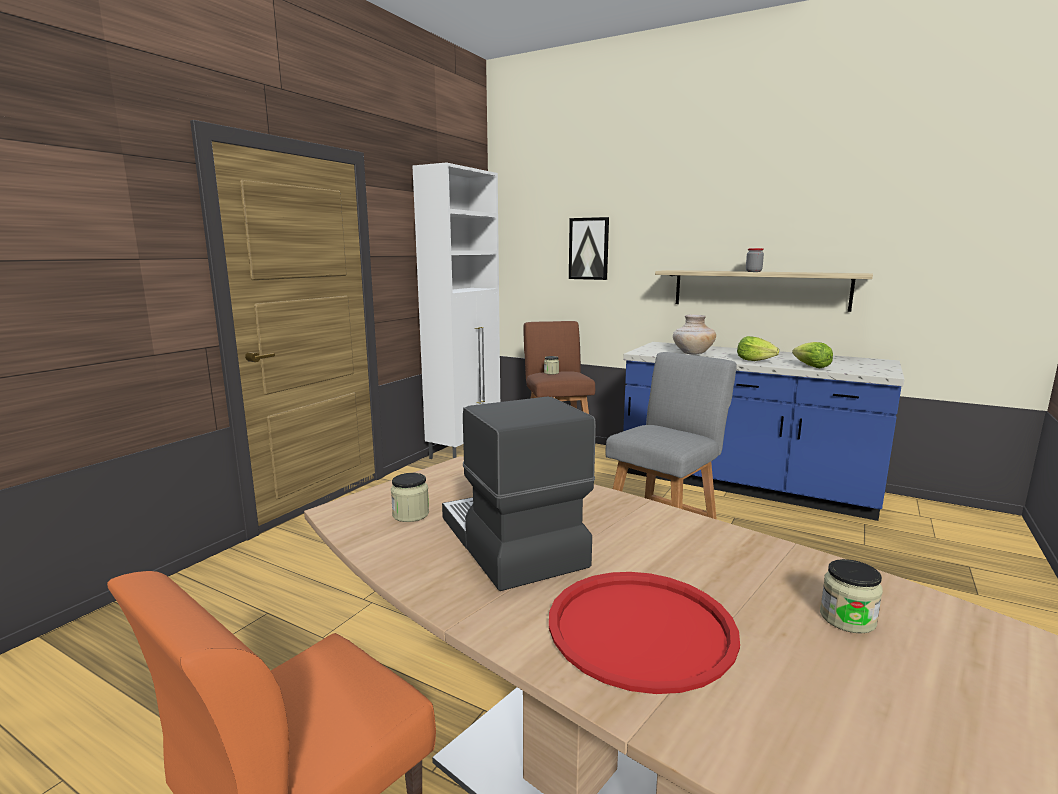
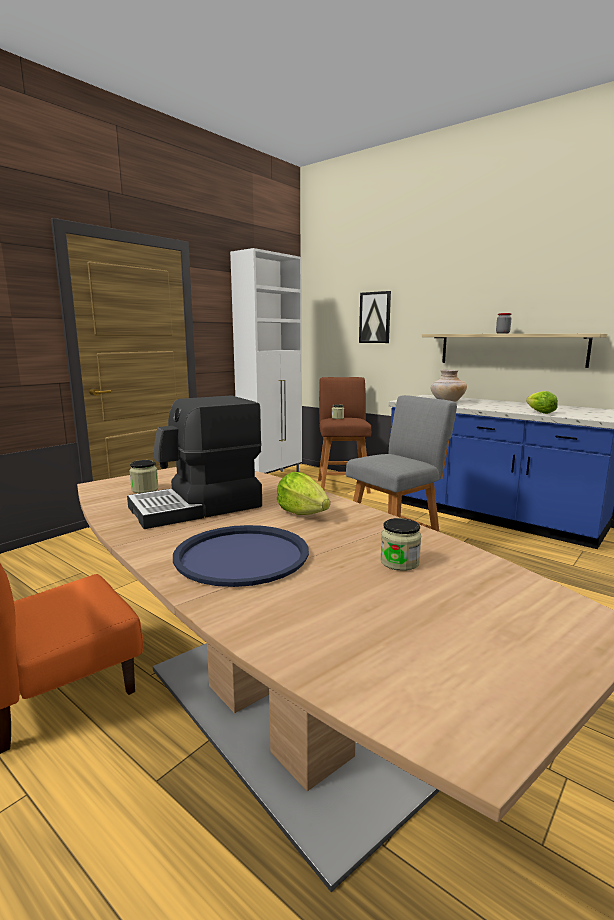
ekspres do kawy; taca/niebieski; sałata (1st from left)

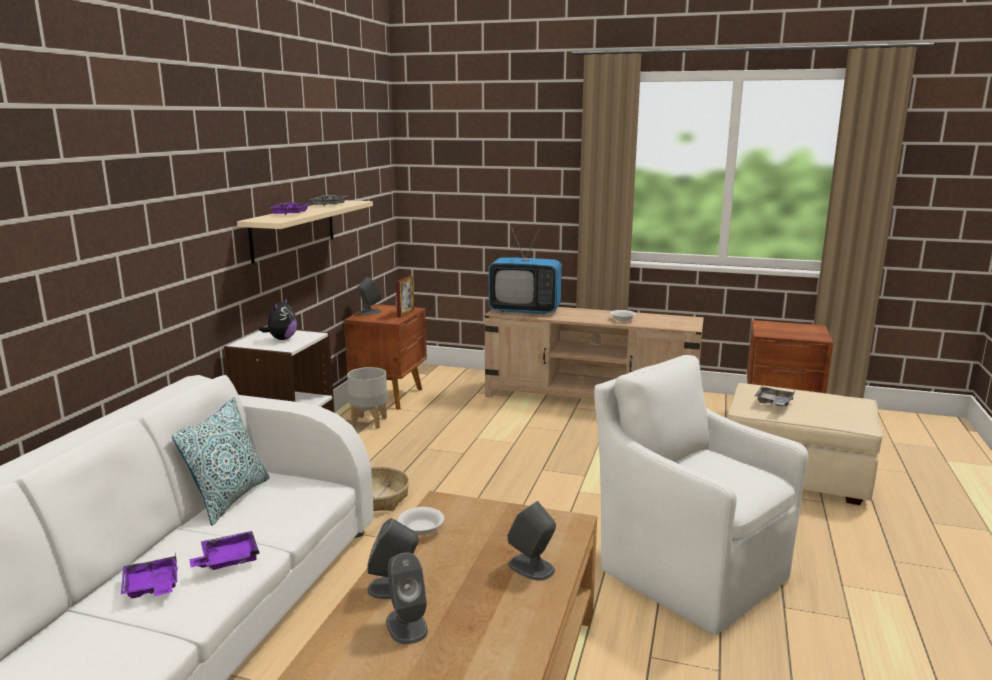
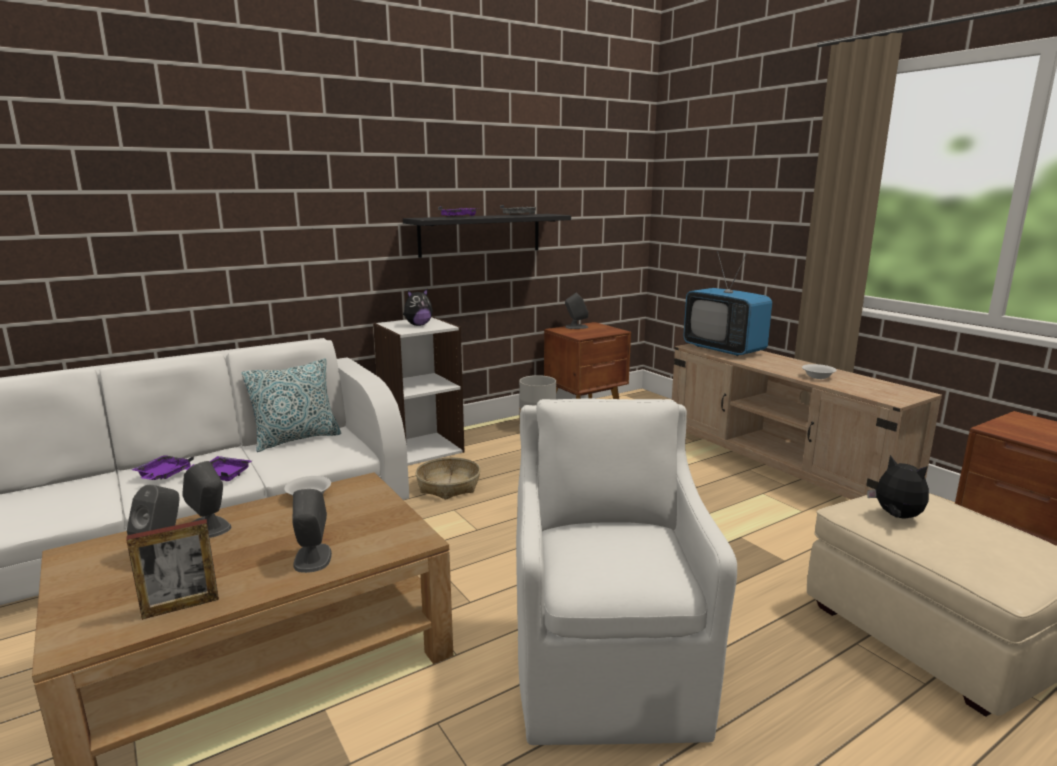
półka/czarny; ramka na zdjęcie; pluszak (2nd from left)

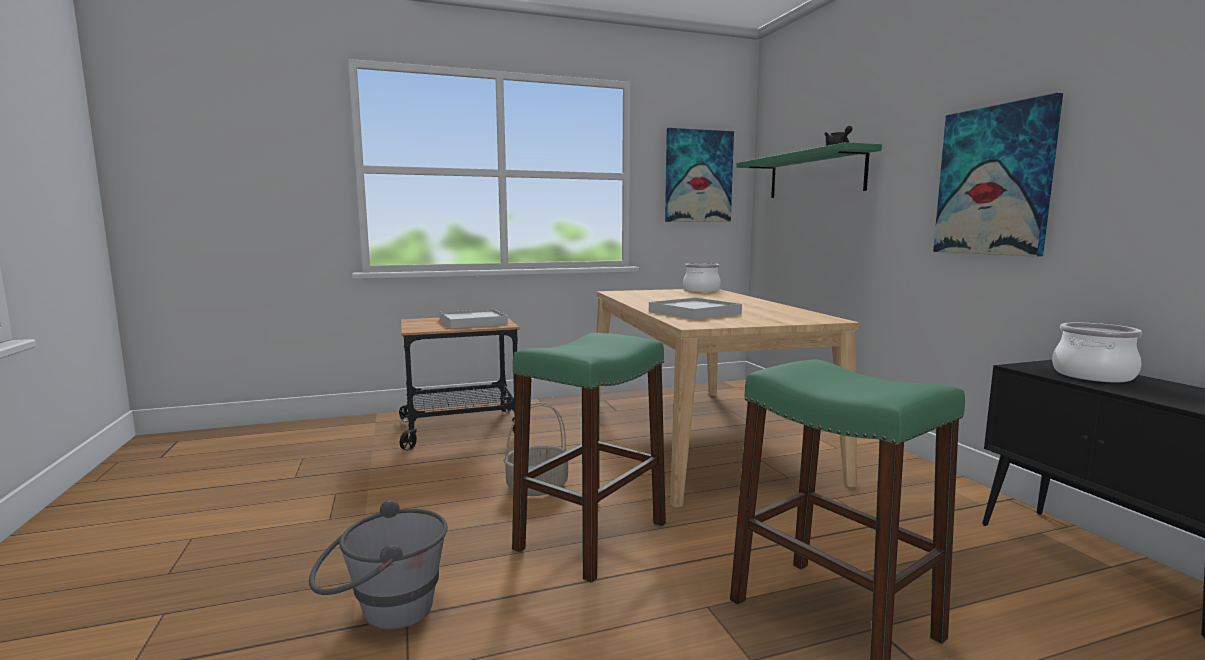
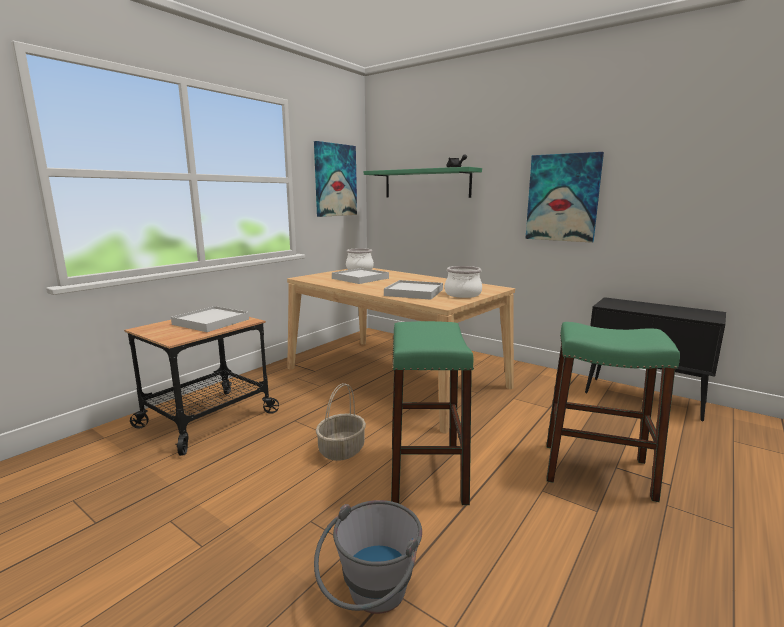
garnek (2nd from left); taca/biały (2nd from left)

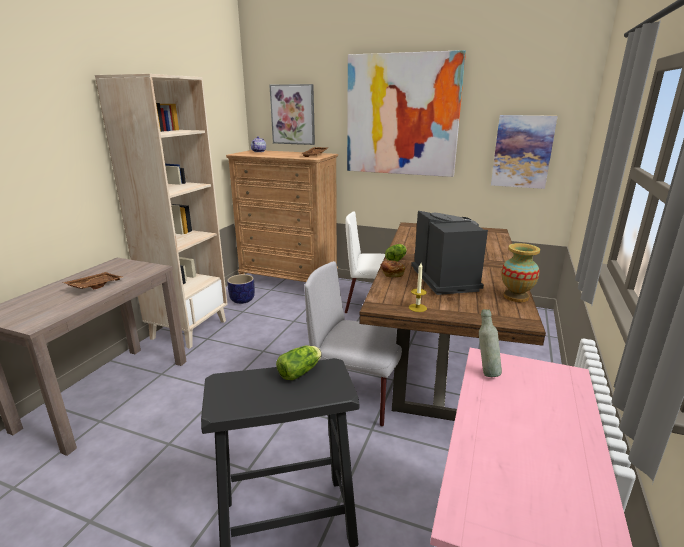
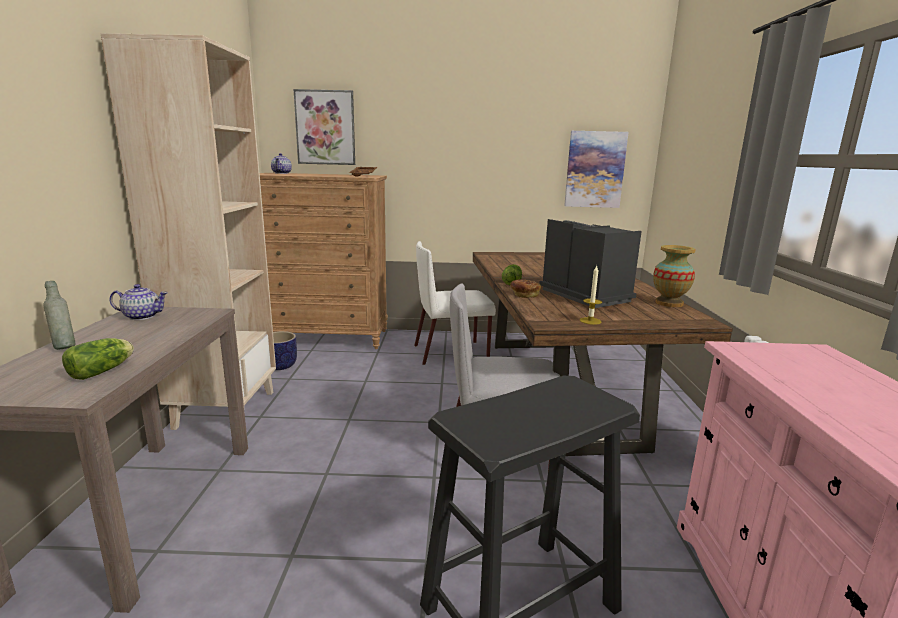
taca/brązowy (1st from left in the first image); sałata (1st from left); obraz (2nd from left in the first image); butelka/szary; imbryk (1st from left)

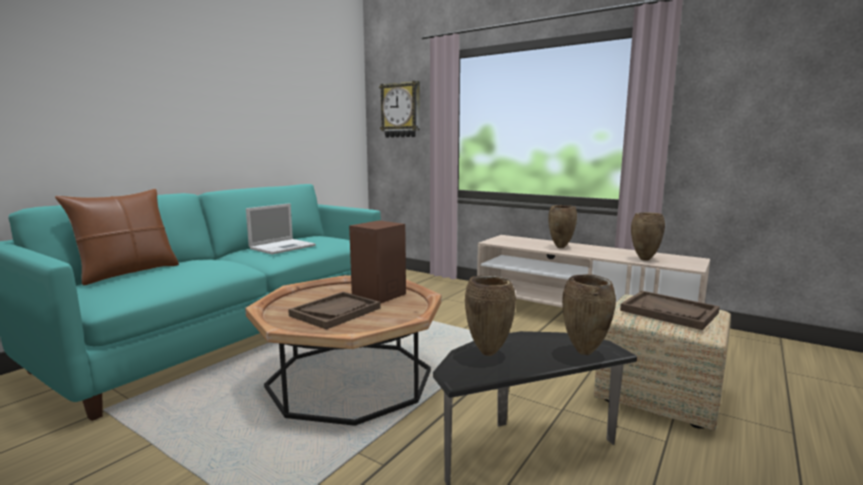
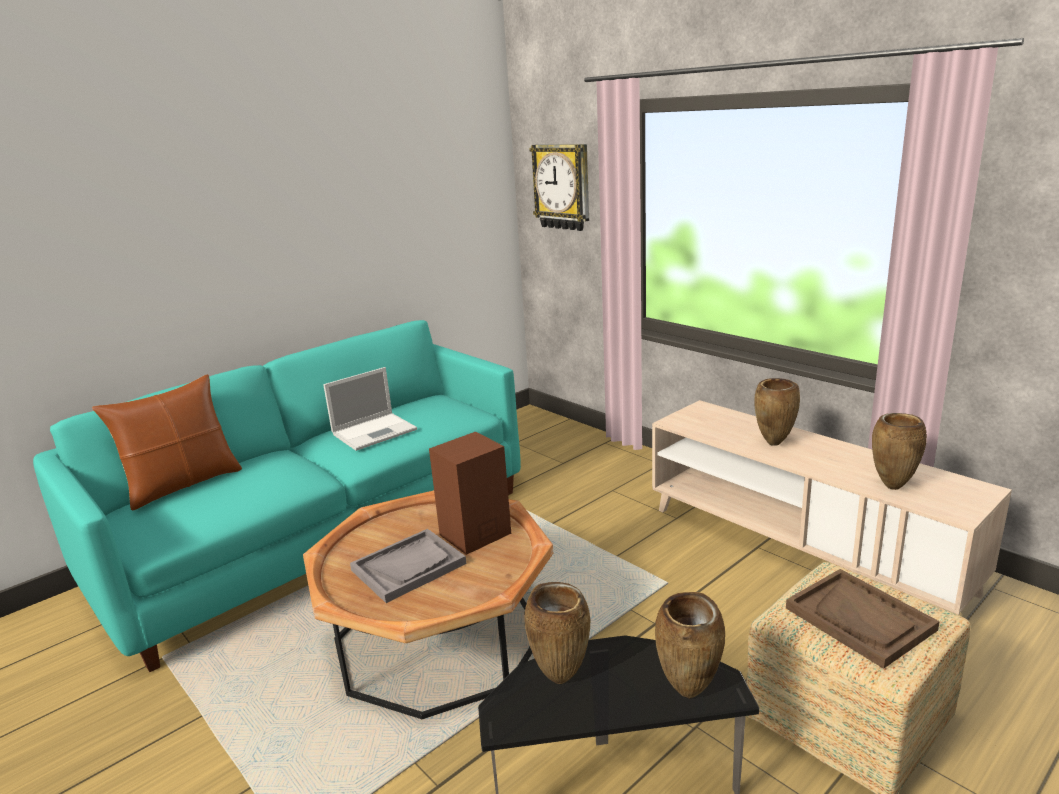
taca/szary

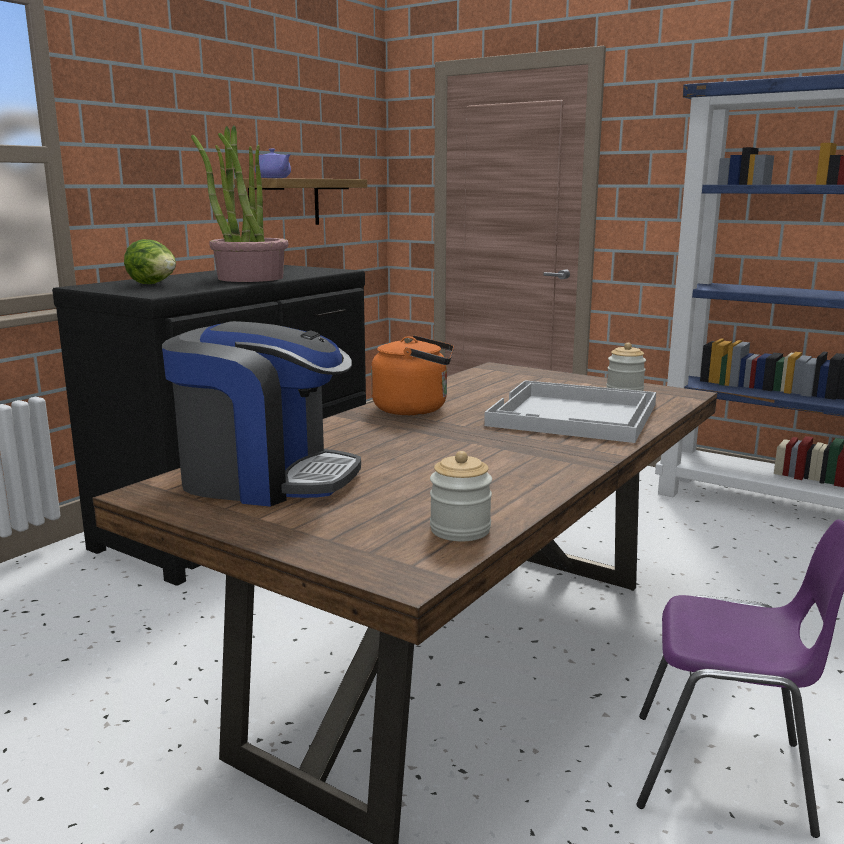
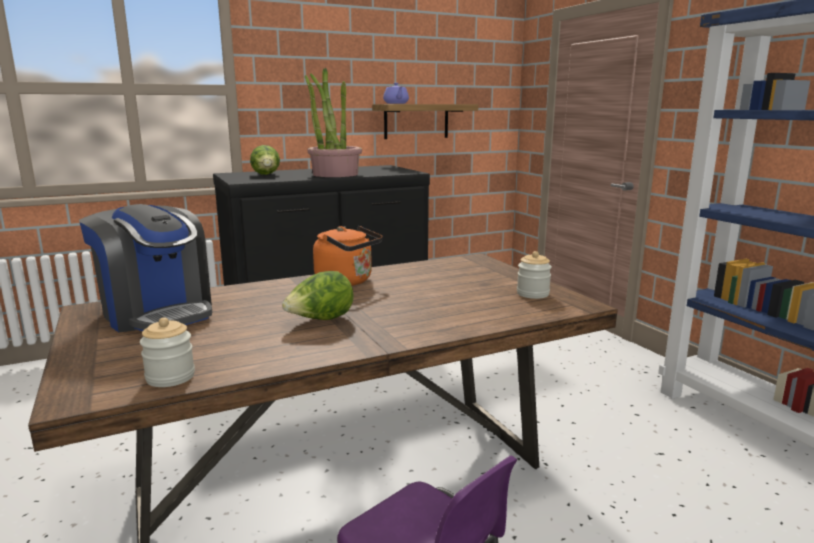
taca/biały; sałata (2nd from left)

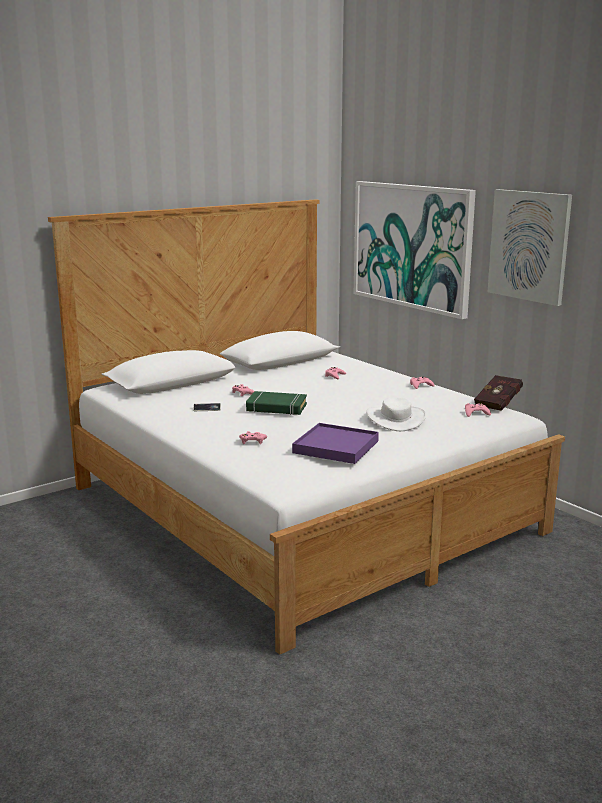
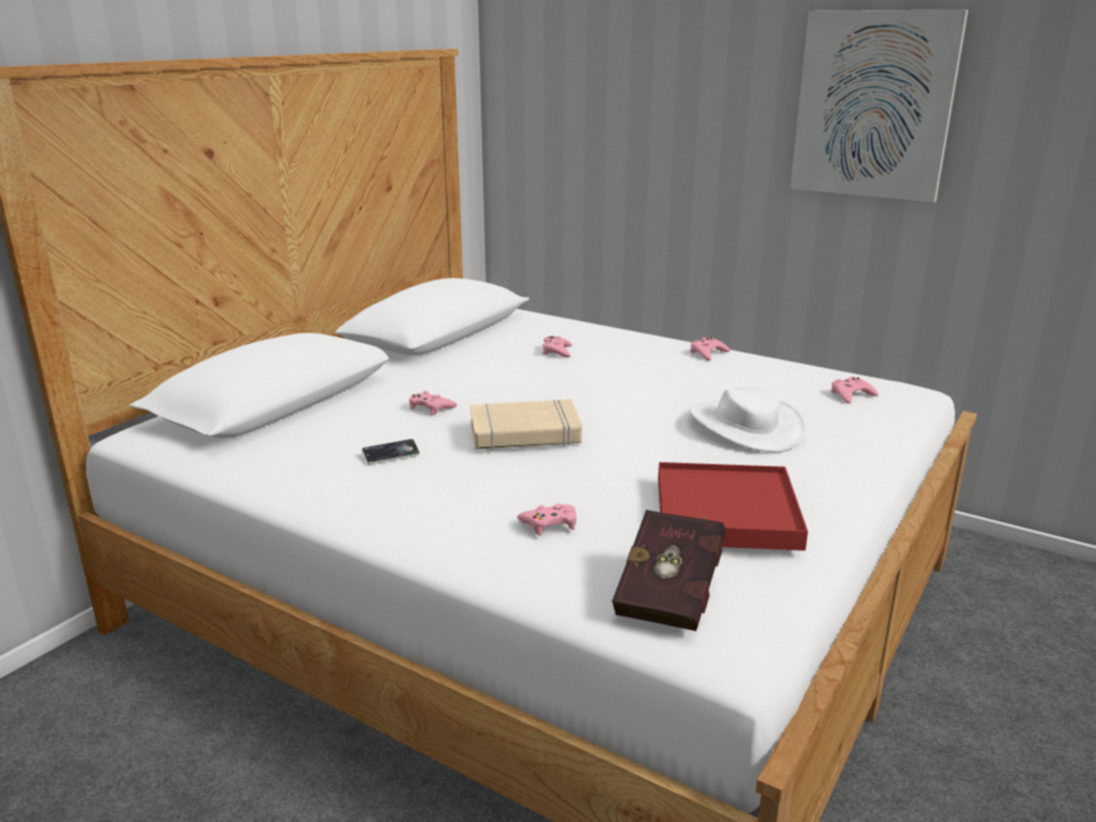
książka/beżowy; taca/czerwony; obraz (1st from left in the first image); książka/czerwony

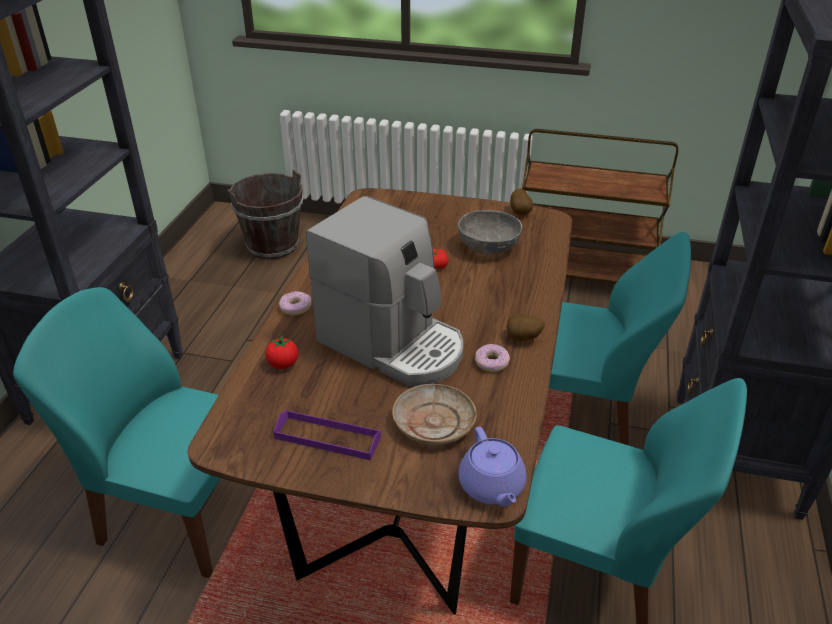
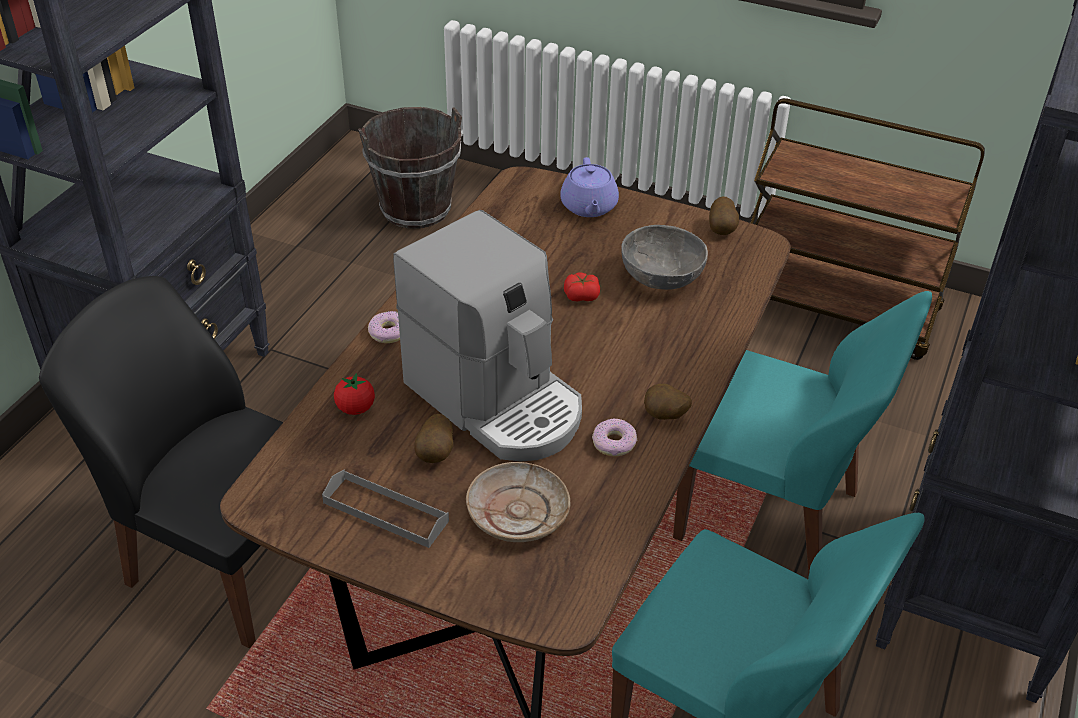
krzesło/czarny; taca/szary; imbryk/fioletowy; ziemniak (1st from left)

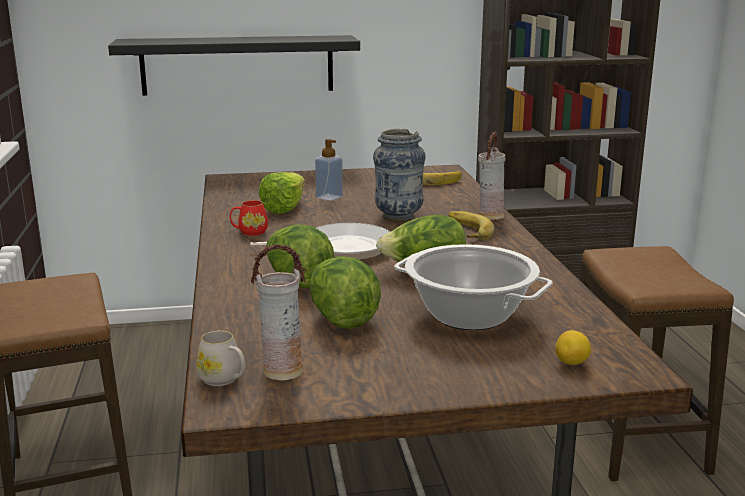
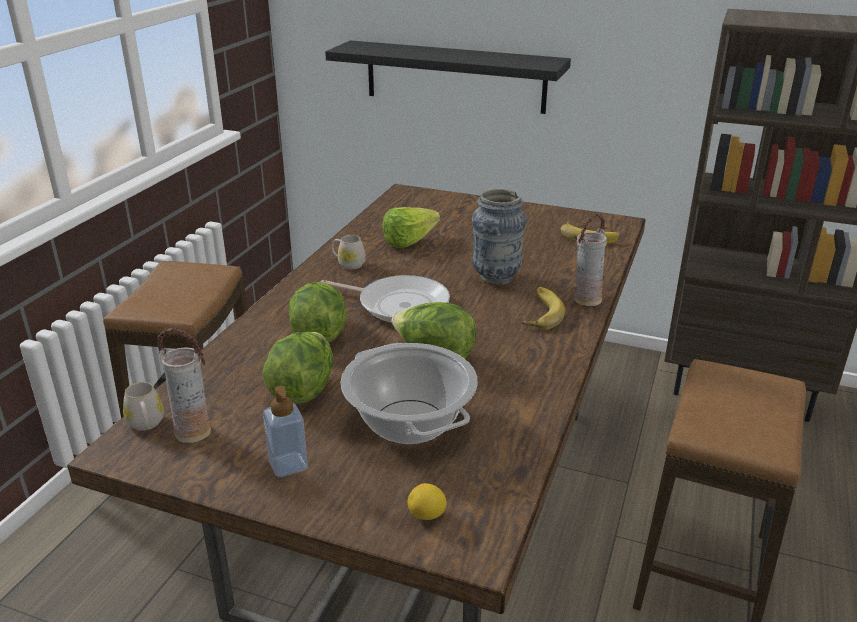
kubek/biały (2nd from left); dozownik mydła

